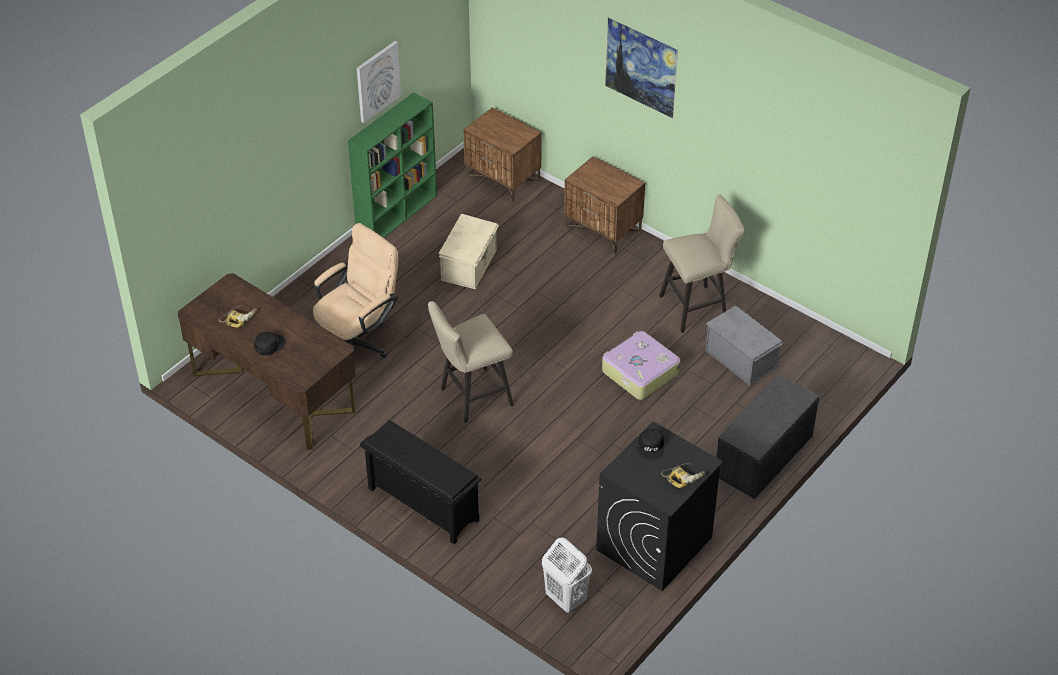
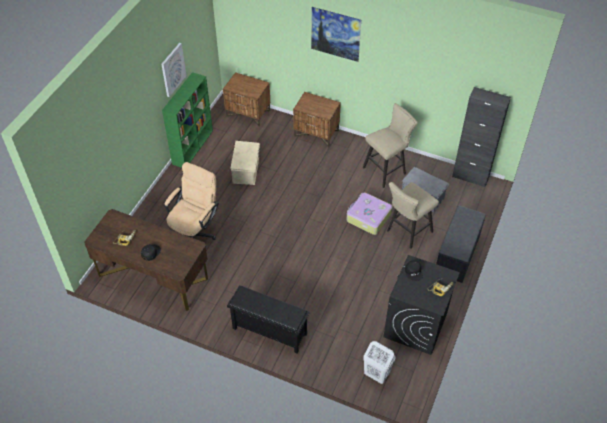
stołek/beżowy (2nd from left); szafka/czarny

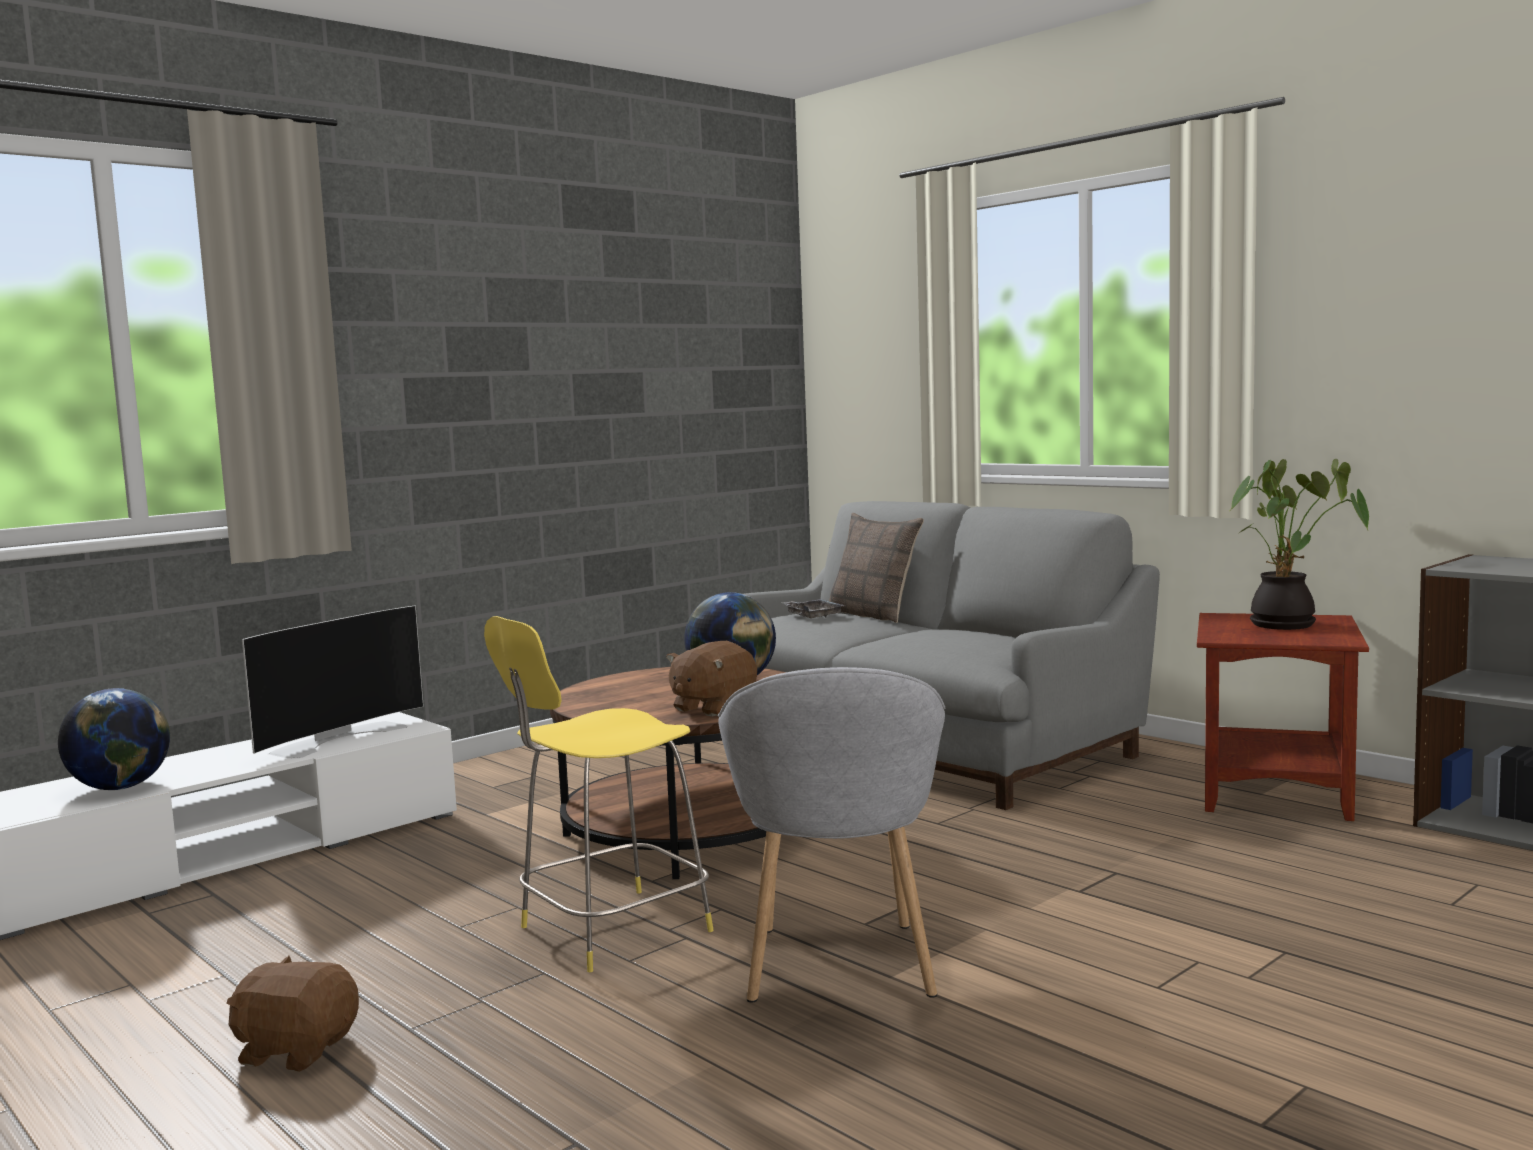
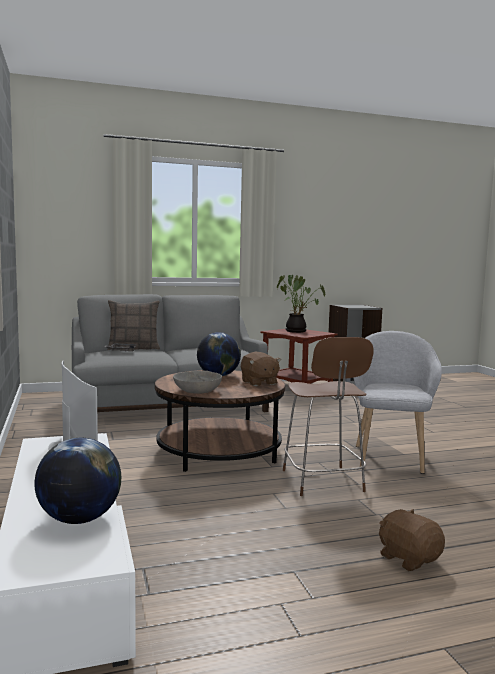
pluszak/brązowy (2nd from left); stołek/brązowy; fotel/szary; miska/szary

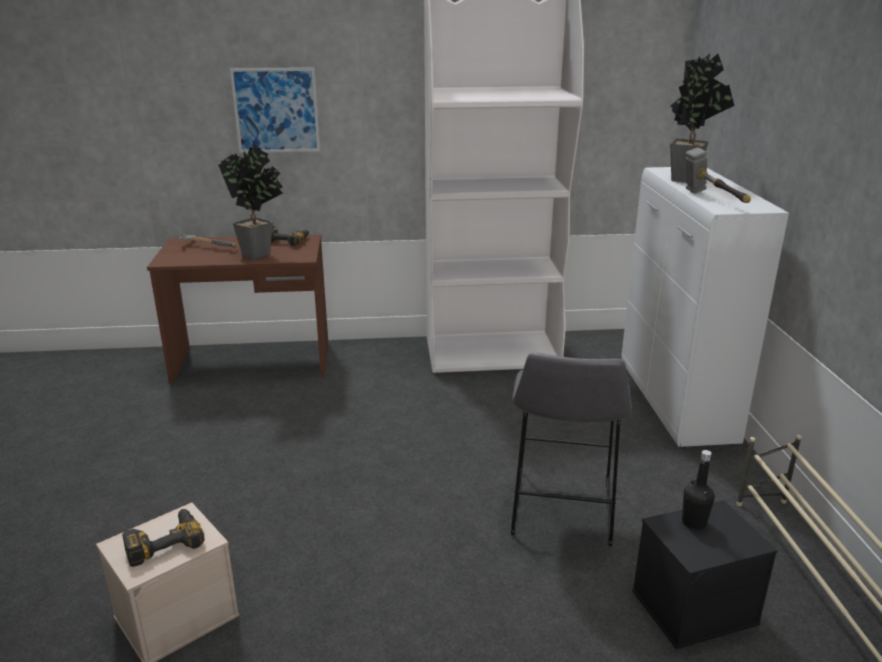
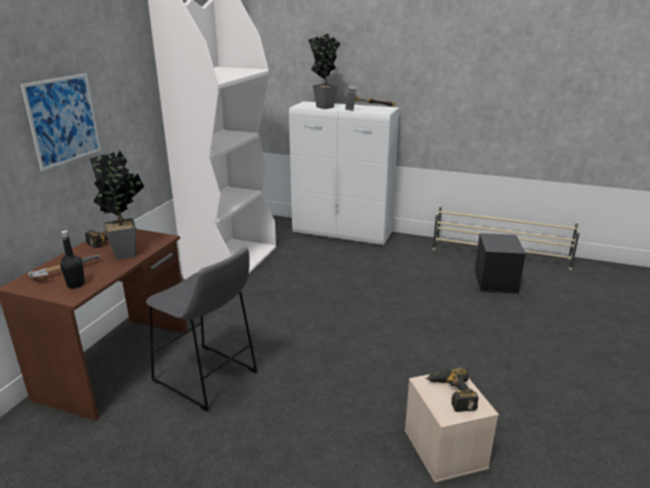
stołek/szary; butelka/czarny

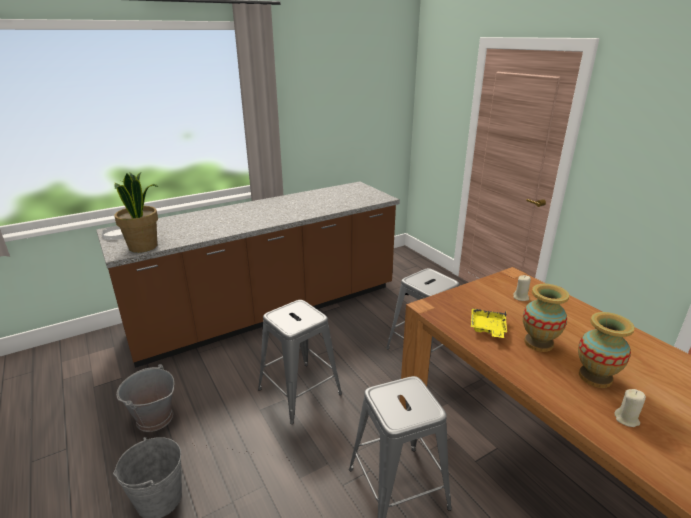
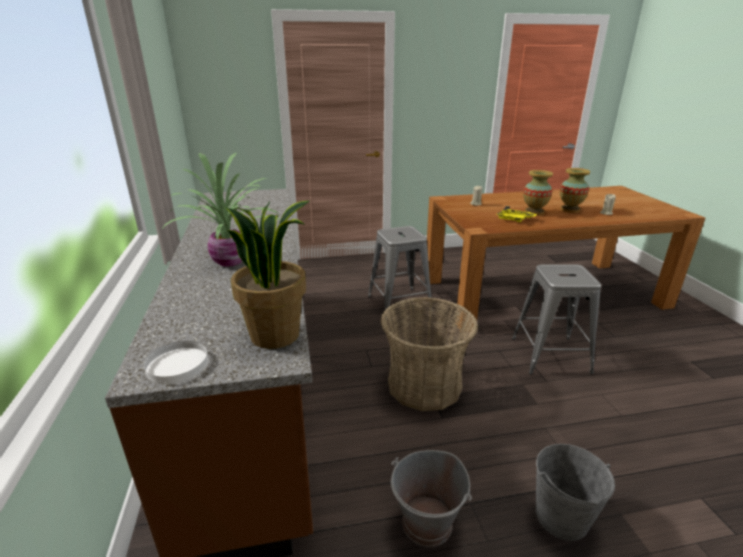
koszyk; roślina doniczkowa (1st from left)

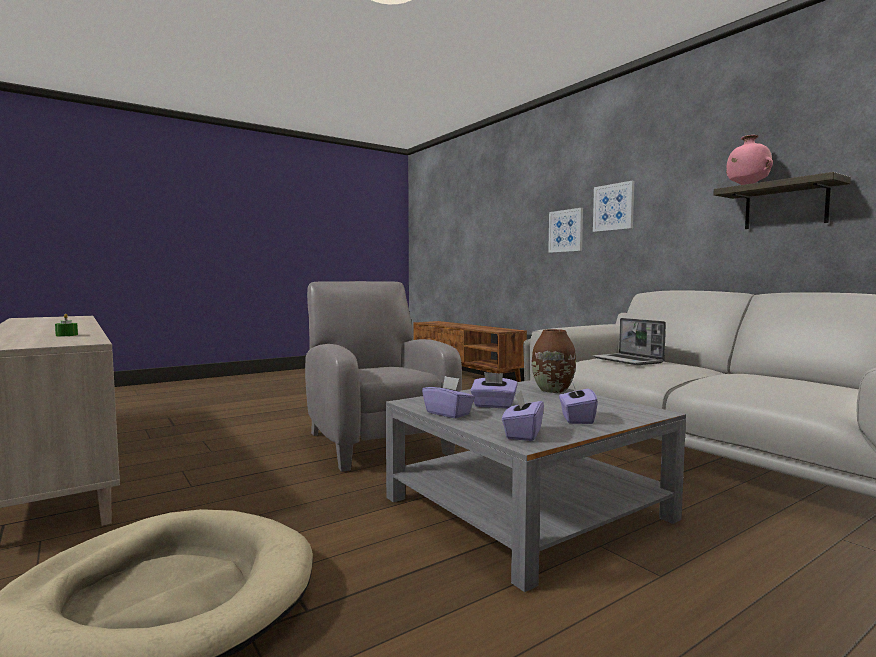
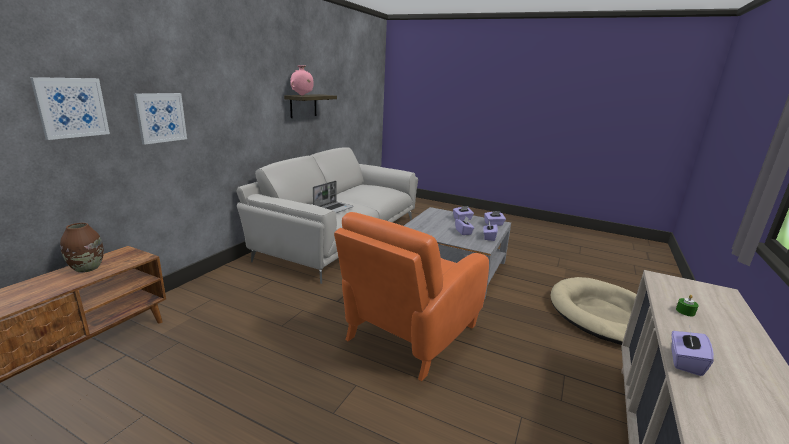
fotel/pomarańczowy; wazon/brązowy; obraz (1st from left); pudełko chusteczek/fioletowy (5th from left)

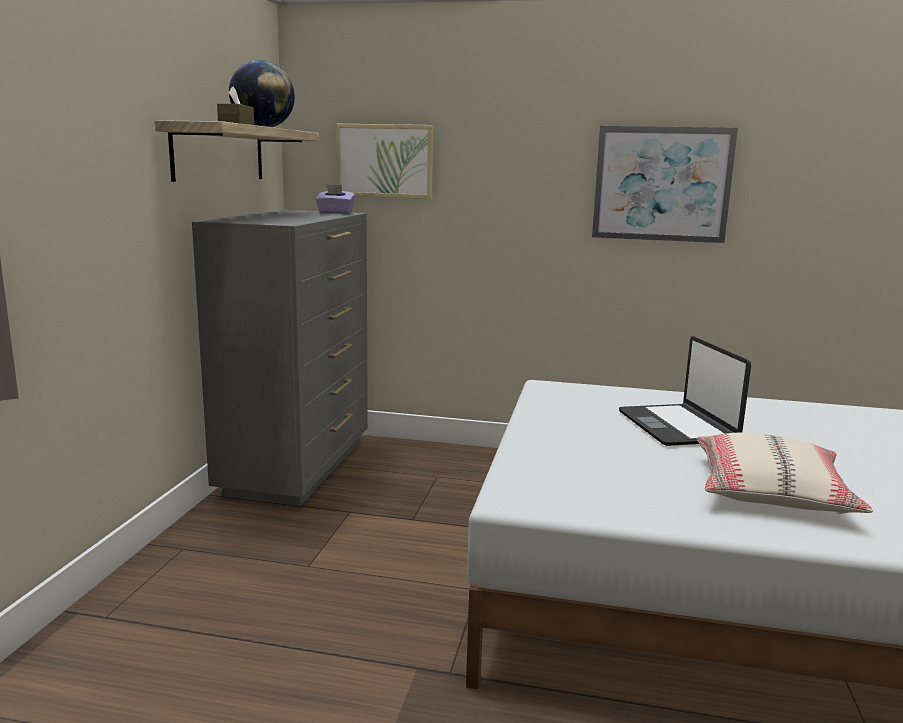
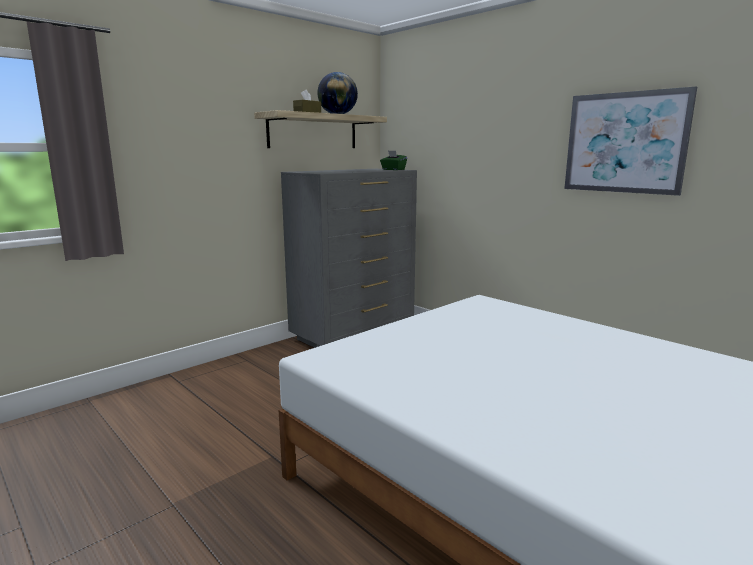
pudełko chusteczek/zielony; obraz (1st from left in the first image); laptop; poduszka/beżowy

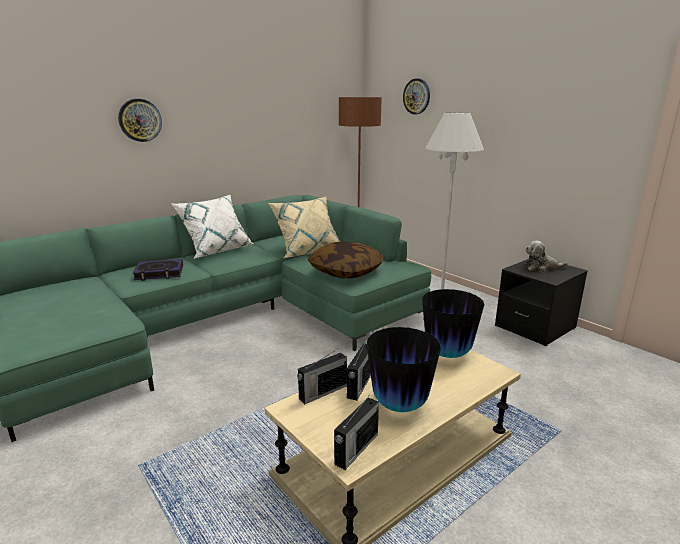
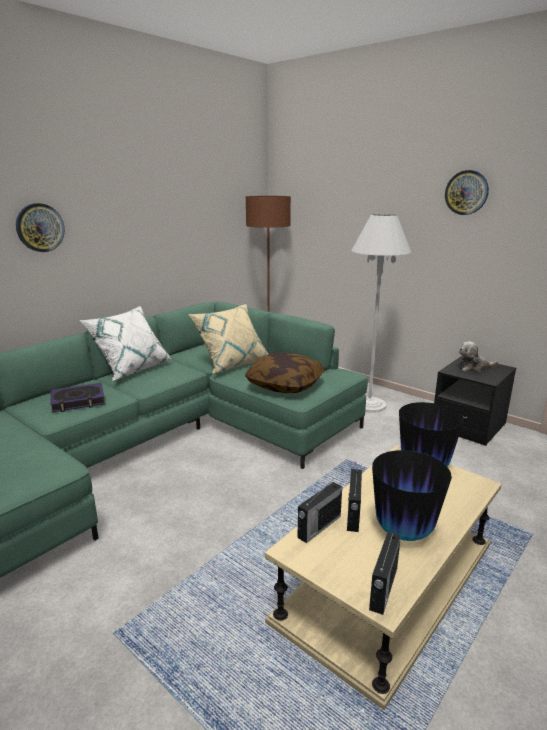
zegar ścienny (2nd from left)

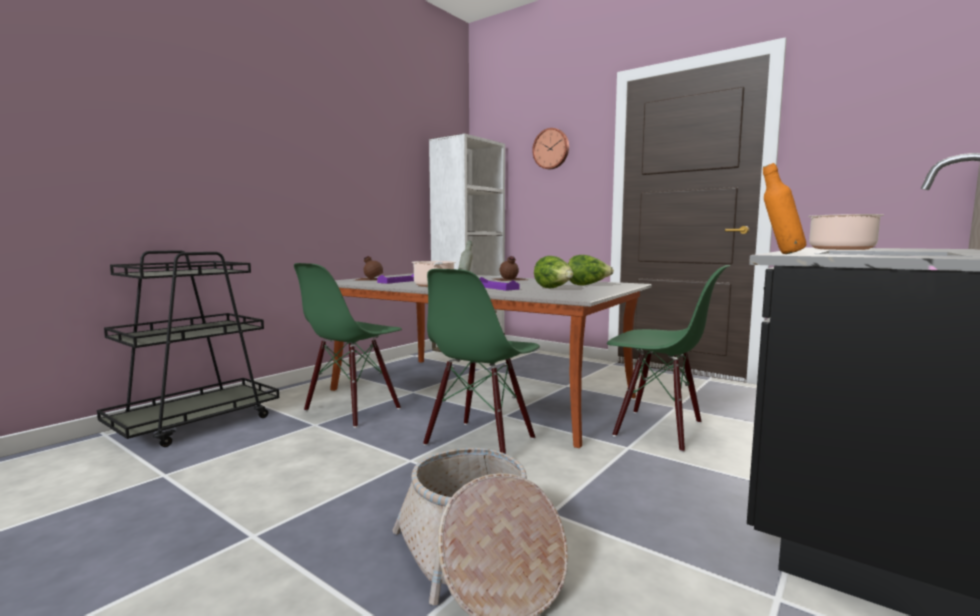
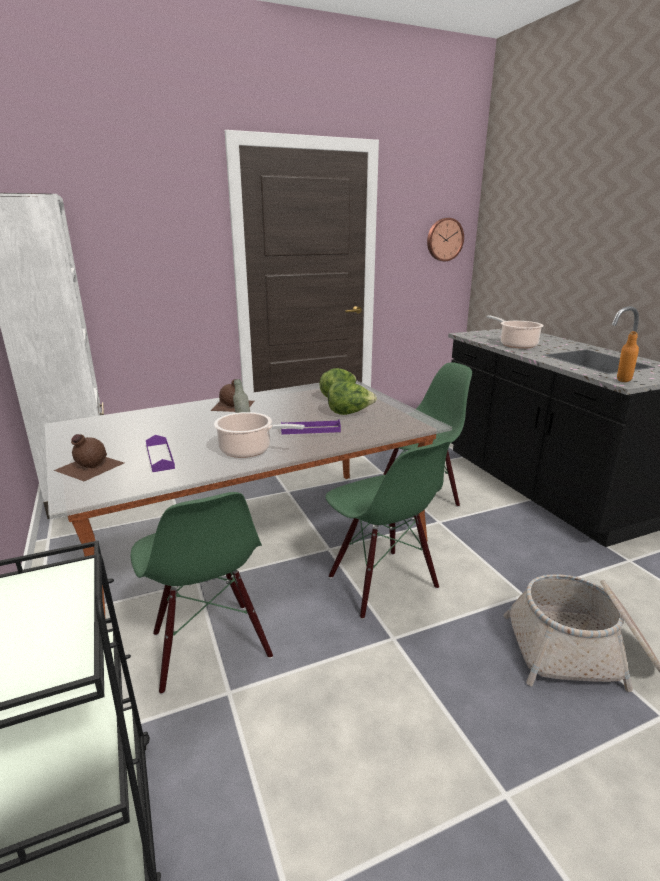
zegar ścienny

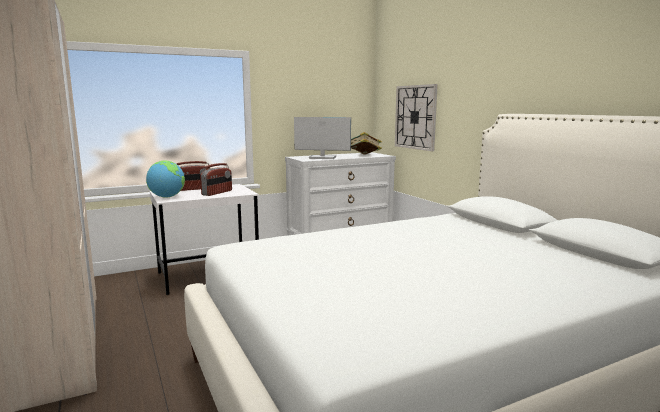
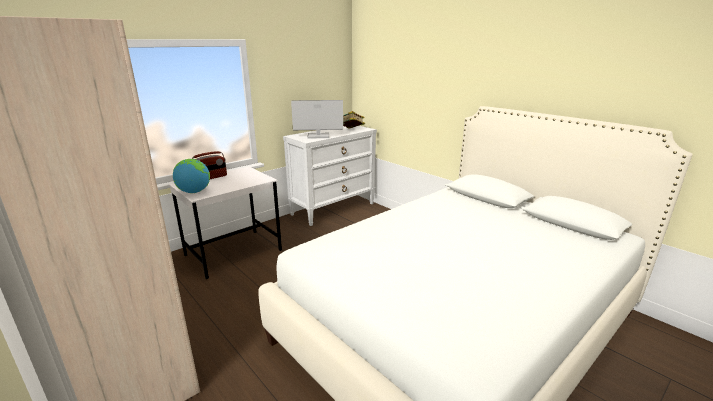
radio (2nd from left in the first image); zegar ścienny

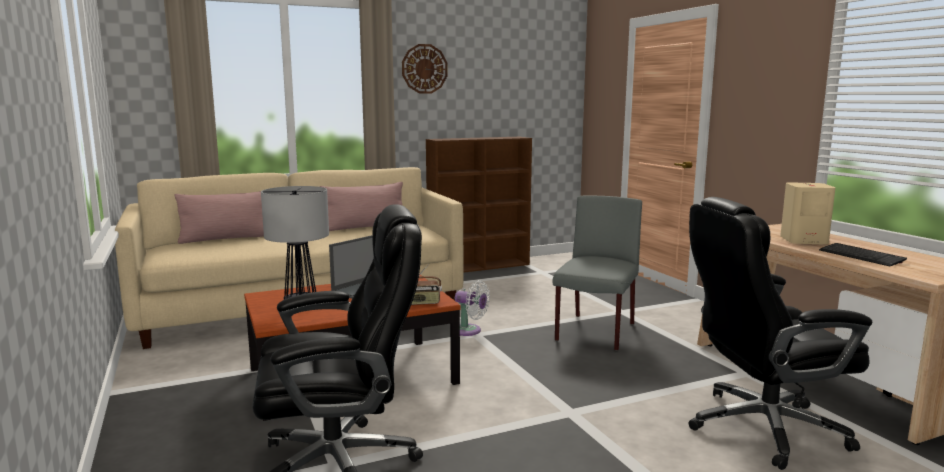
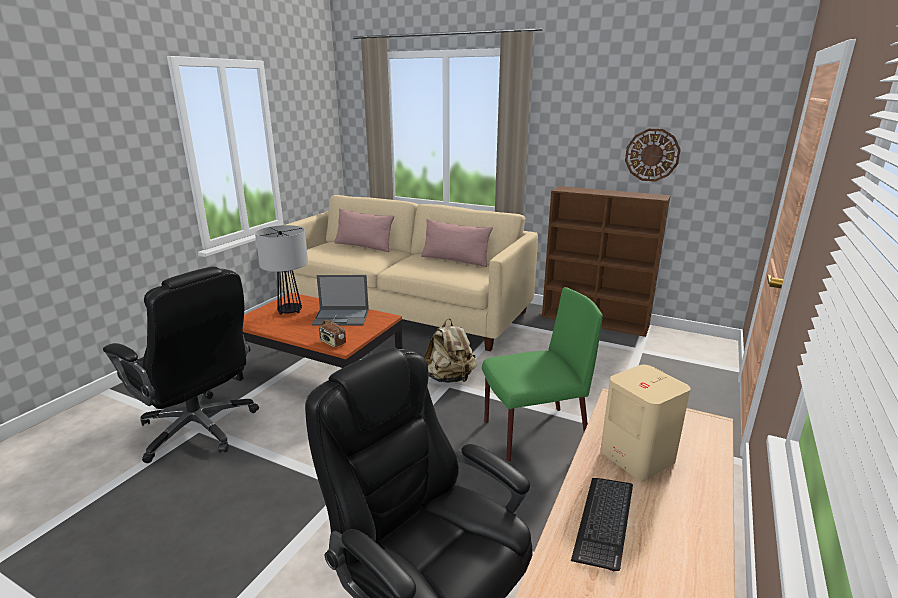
zegar ścienny; plecak/beżowy; krzesło/zielony

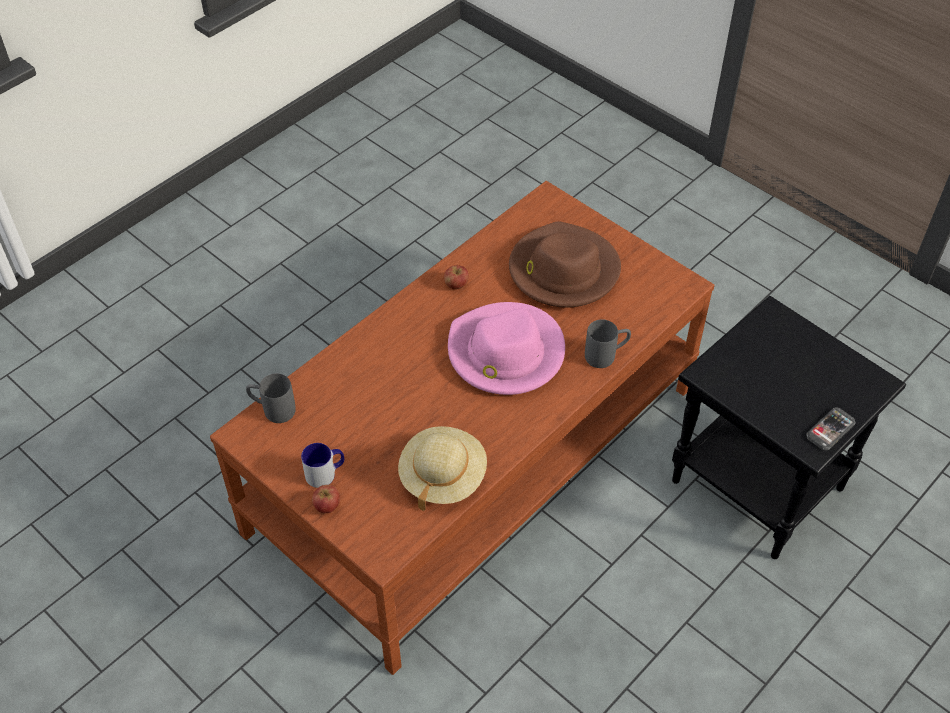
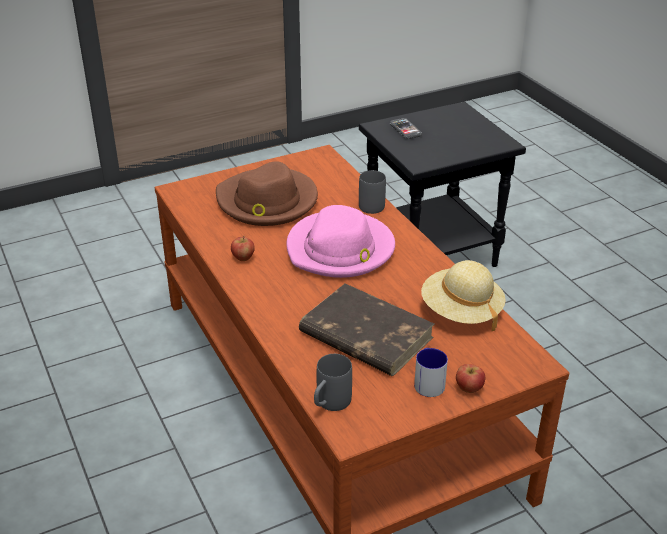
telefon; książka/brązowy

